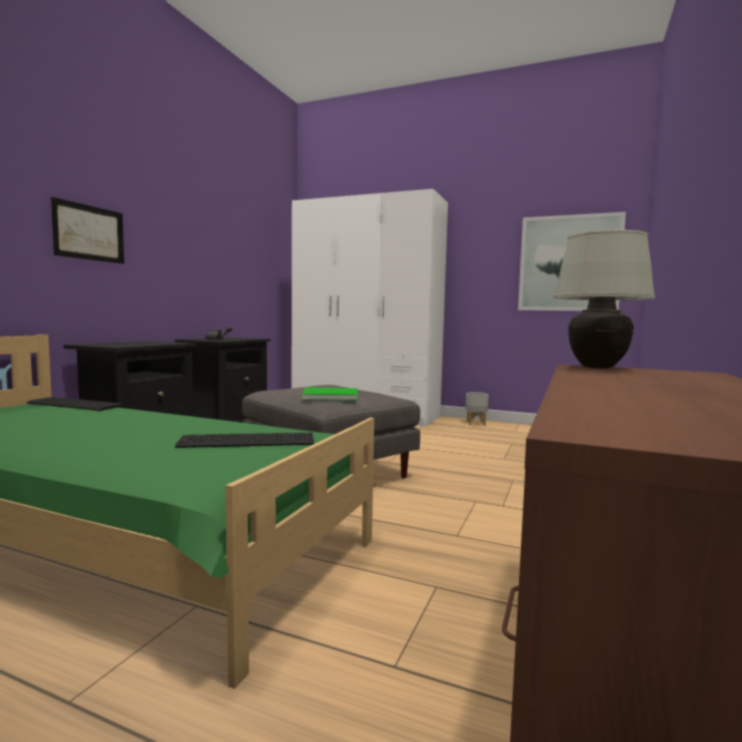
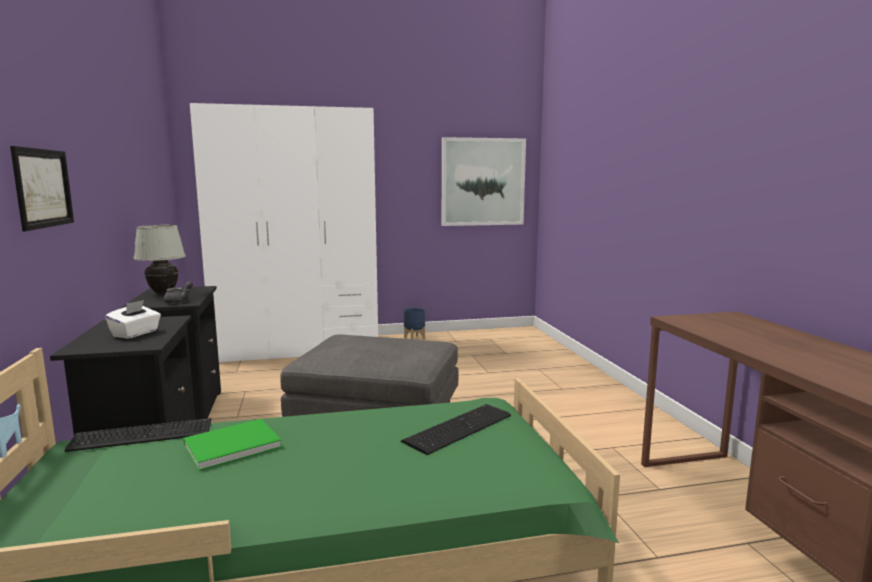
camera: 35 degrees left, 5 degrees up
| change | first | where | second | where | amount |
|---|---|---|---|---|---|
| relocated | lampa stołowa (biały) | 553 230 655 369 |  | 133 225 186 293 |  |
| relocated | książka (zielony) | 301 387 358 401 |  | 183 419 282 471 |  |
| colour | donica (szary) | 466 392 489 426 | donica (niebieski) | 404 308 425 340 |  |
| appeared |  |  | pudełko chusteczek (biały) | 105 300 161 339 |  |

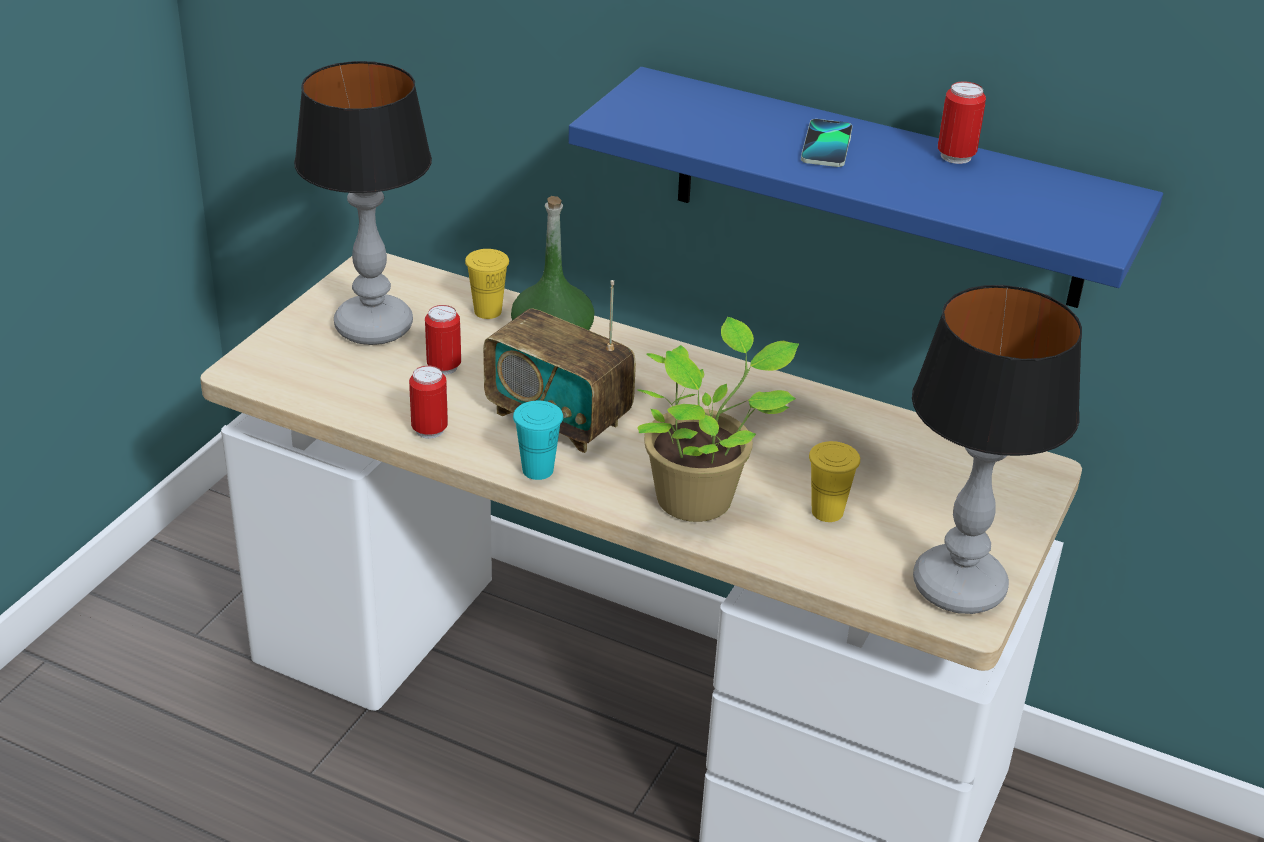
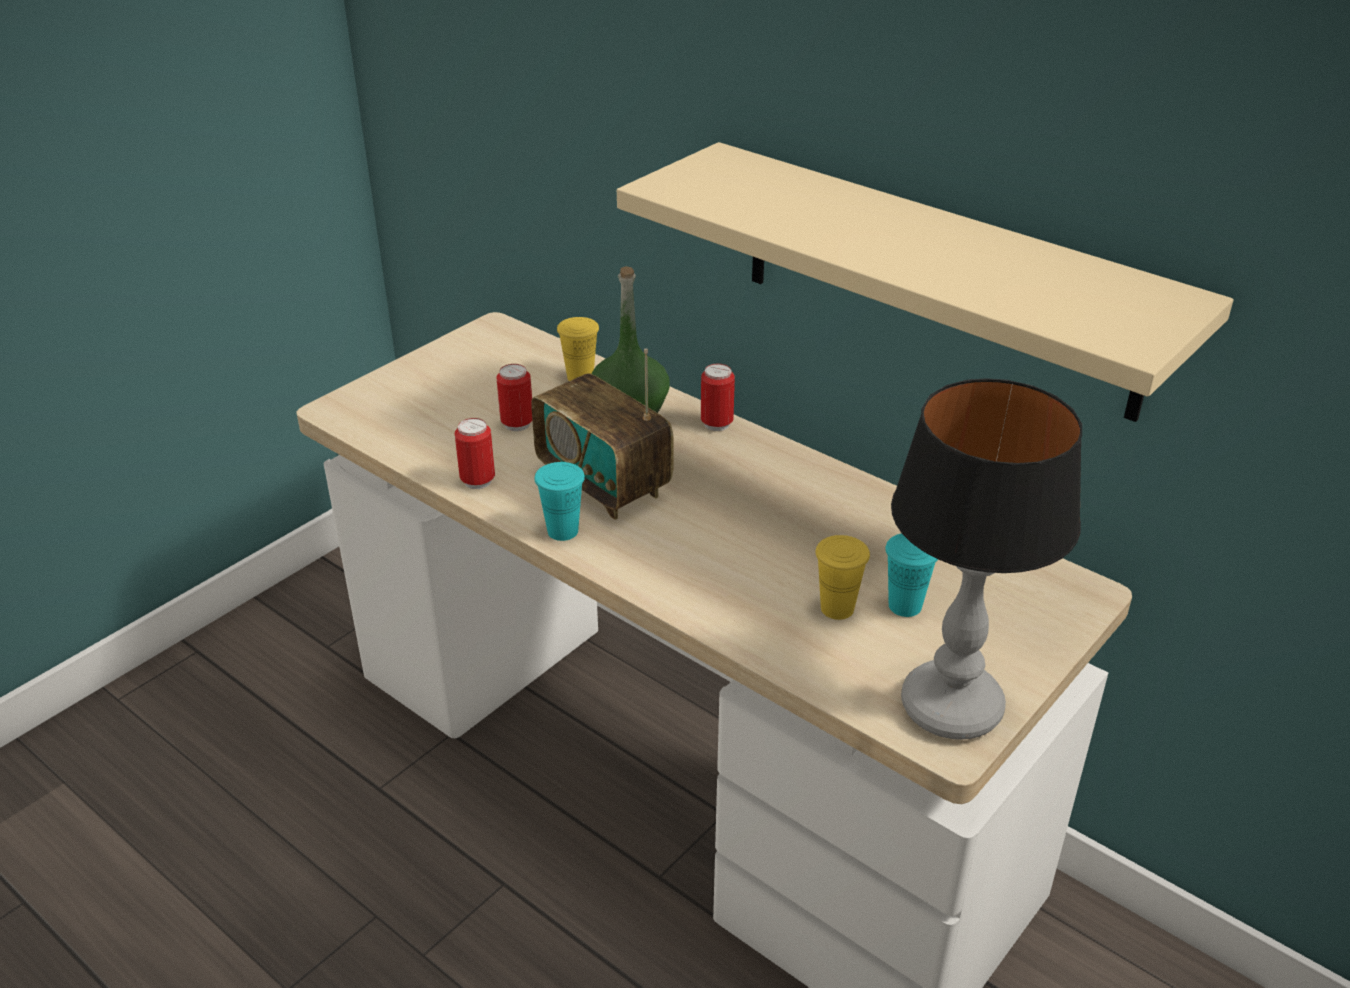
camera: 15 degrees right, 0 degrees up
| change | first | where | second | where | amount |
|---|---|---|---|---|---|
| missing | lampa stołowa | 294 61 432 345 |  |  |  |
| colour | półka (niebieski) | 569 67 1163 308 | półka (beżowy) | 617 142 1233 422 |  |
| relocated | puszka | 938 81 986 164 |  | 701 363 735 431 |  |
| missing | telefon | 801 119 852 167 |  |  |  |
| missing | roślina doniczkowa | 637 317 799 522 |  |  |  |
| appeared |  |  | filiżanka (turkusowy) | 885 533 938 617 |  |

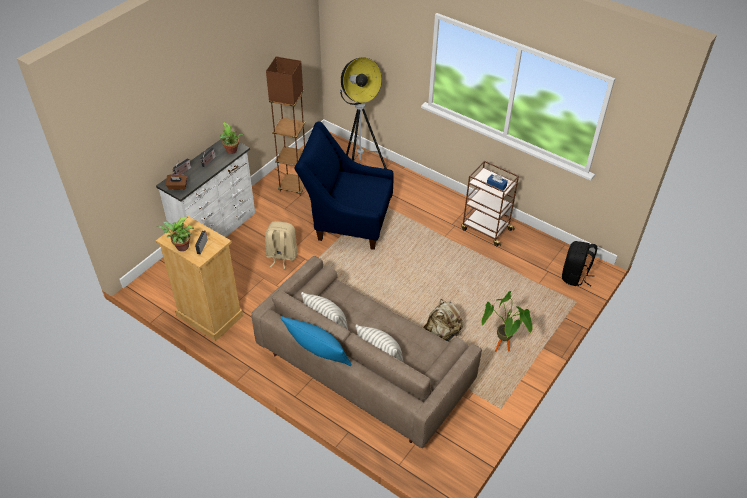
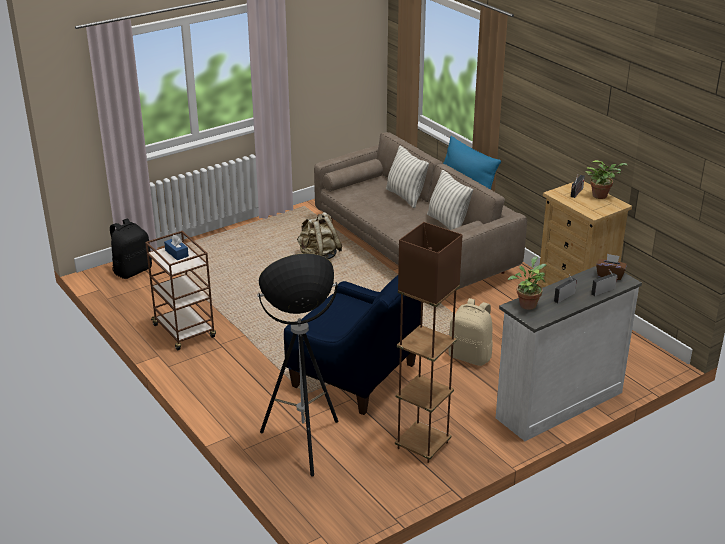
camera: 160 degrees left, 15 degrees down
| change | first | where | second | where | amount |
|---|---|---|---|---|---|
| missing | roślina doniczkowa | 482 291 533 352 |  |  |  |

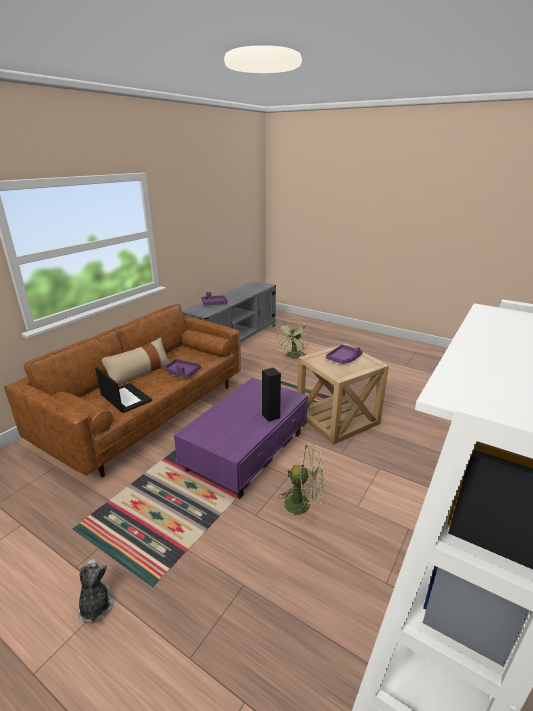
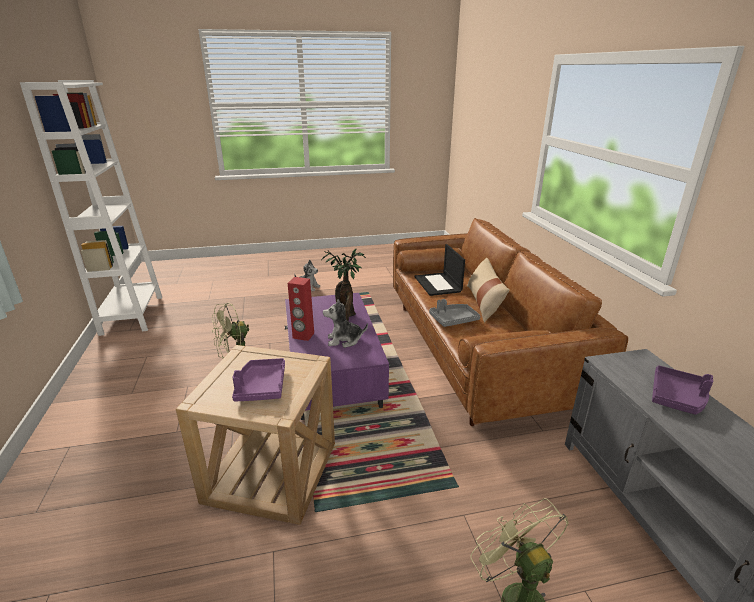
camera: 135 degrees right, 0 degrees up
| change | first | where | second | where | amount |
|---|---|---|---|---|---|
| colour | taca (fioletowy) | 165 359 201 378 | taca (szary) | 429 299 480 327 |  |
| spun | laptop | 95 367 152 413 |  | 415 244 465 296 | 75 degrees clockwise |
| colour | głośnik (czarny) | 262 367 281 422 | głośnik (czerwony) | 288 277 314 341 |  |
| appeared |  |  | roślina doniczkowa | 321 248 366 321 |  |
| appeared |  |  | pluszak | 323 299 368 348 |  |

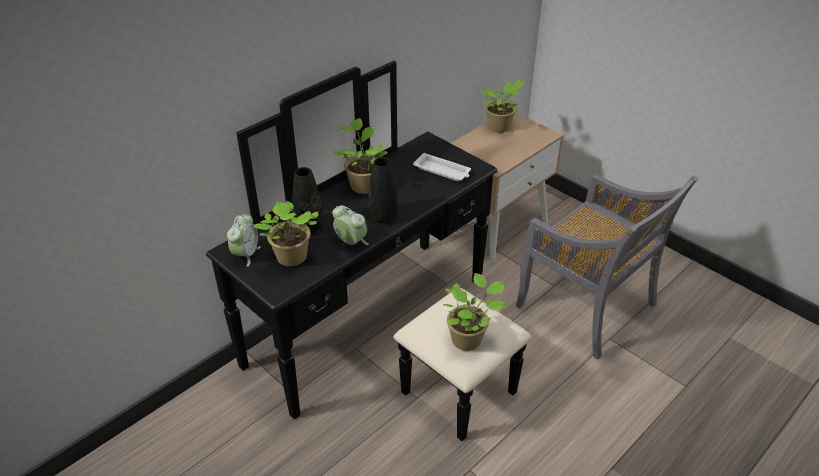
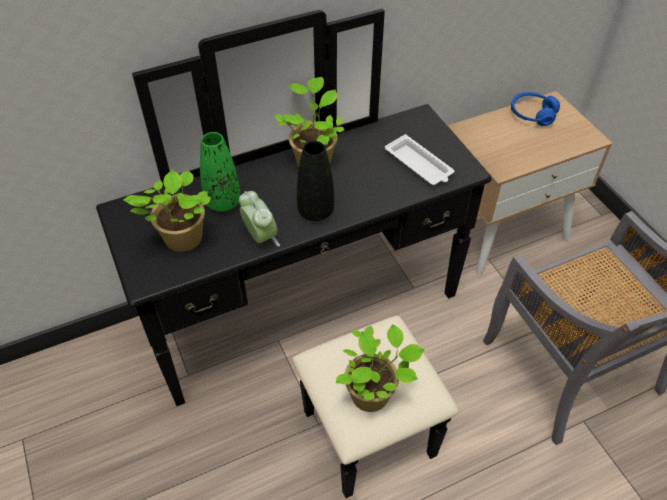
camera: 20 degrees right, 10 degrees up
| change | first | where | second | where | amount |
|---|---|---|---|---|---|
| exchanged | roślina doniczkowa | 480 80 524 133 | słuchawki (niebieski) | 511 92 560 126 |  |
| colour | wazon (czarny) | 292 167 324 233 | wazon (zielony) | 200 132 241 212 |  |
| missing | budzik | 227 214 261 267 |  |  |  |

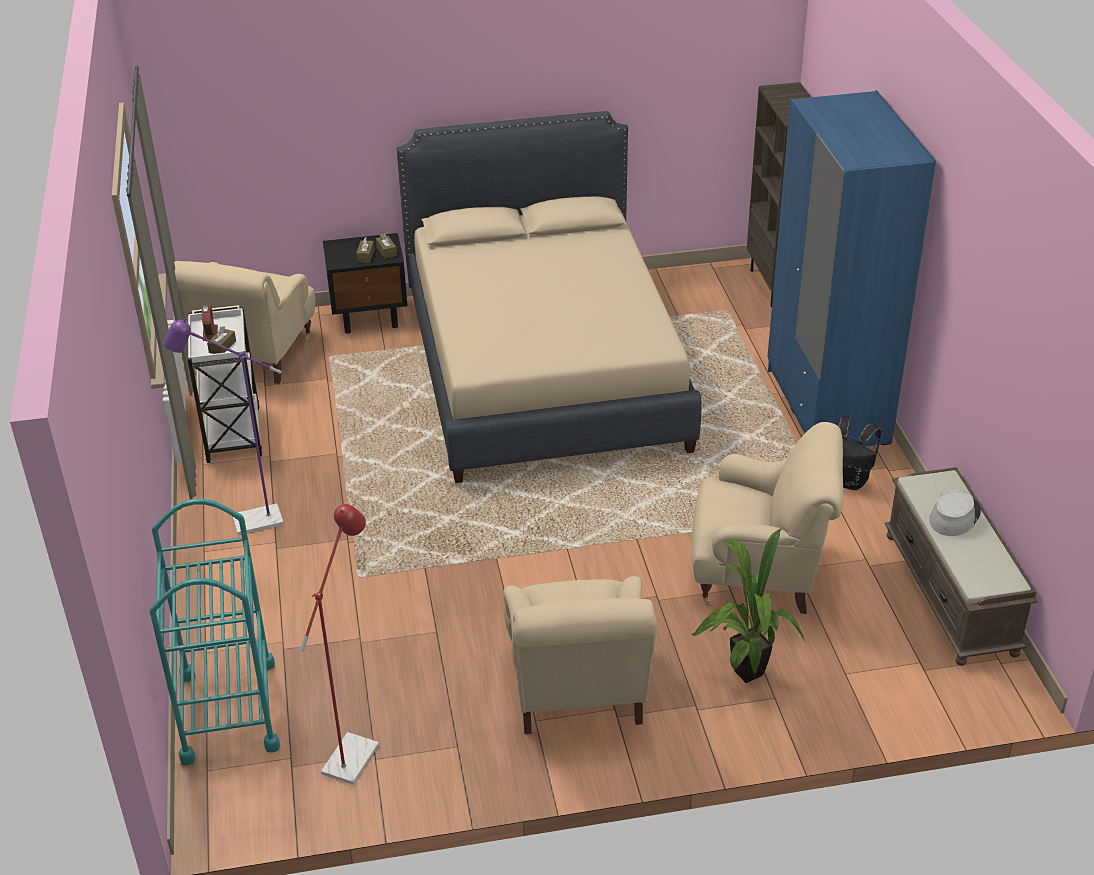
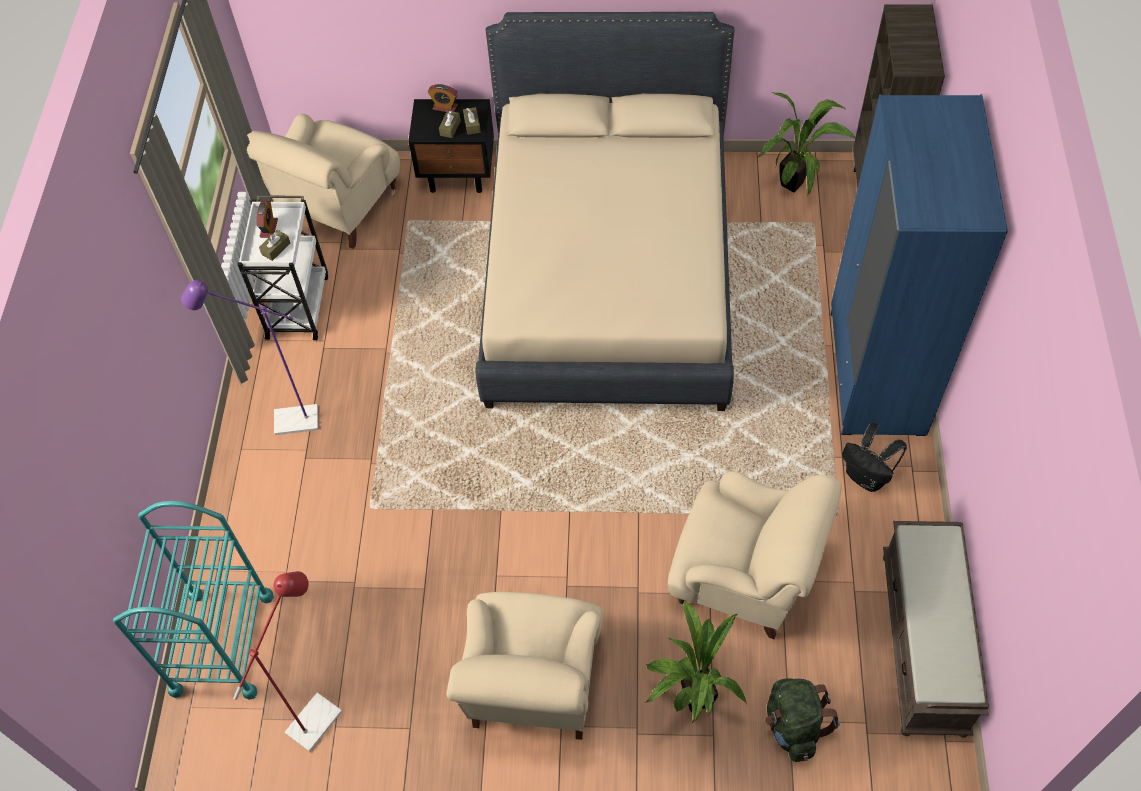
camera: 15 degrees right, 20 degrees up
| change | first | where | second | where | amount |
|---|---|---|---|---|---|
| missing | kapelusz (szary) | 929 490 981 536 |  |  |  |
| appeared |  |  | budzik | 428 84 458 112 |  |
| appeared |  |  | roślina doniczkowa | 757 92 856 195 |  |
| appeared |  |  | plecak (zielony) | 765 678 840 762 |  |

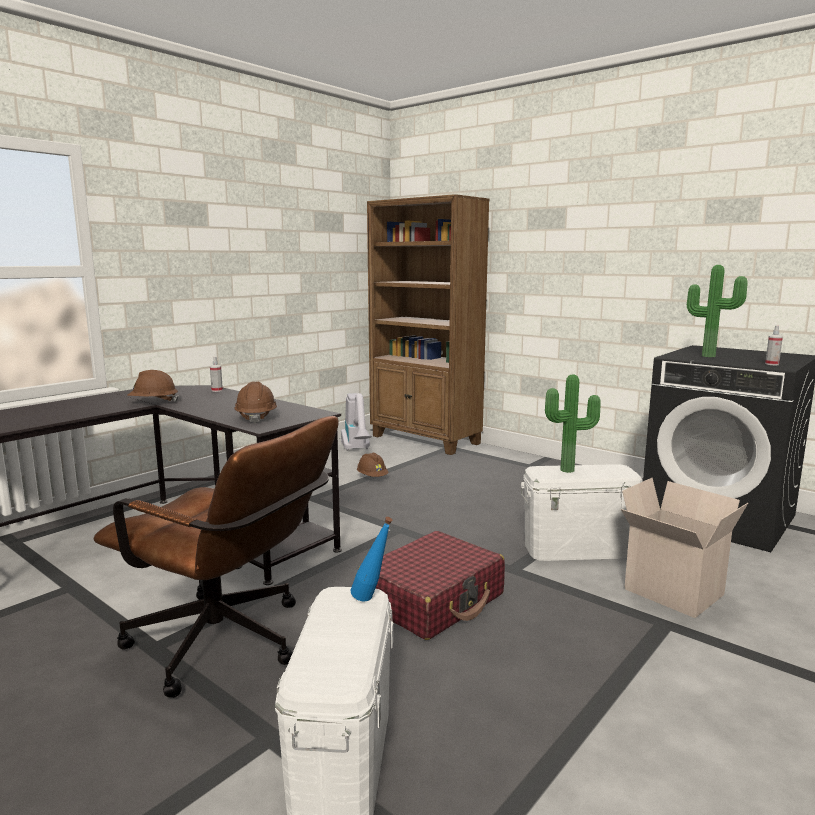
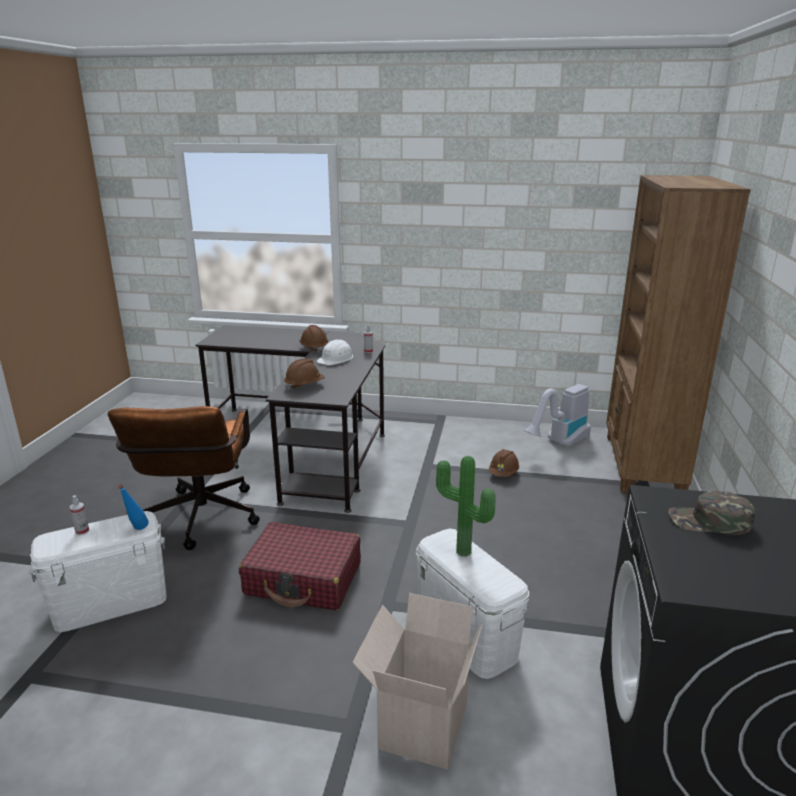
camera: 60 degrees right, 10 degrees up
| change | first | where | second | where | amount |
|---|---|---|---|---|---|
| exchanged | roślina doniczkowa | 687 265 748 357 | czapka z daszkiem (zielony) | 668 491 755 535 |  |
| relocated | spryskiwacz | 765 325 783 365 |  | 70 495 89 535 |  |
| appeared |  |  | kask (biały) | 317 339 353 365 |  |

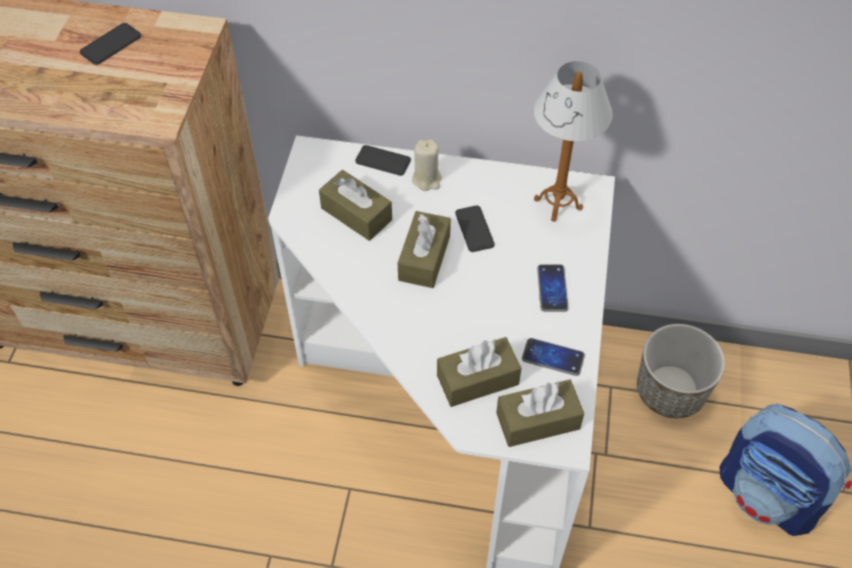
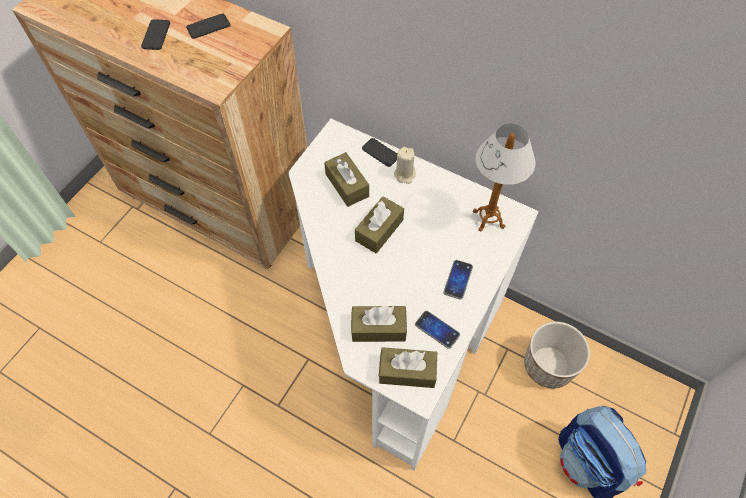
camera: 20 degrees right, 5 degrees up
| change | first | where | second | where | amount |
|---|---|---|---|---|---|
| relocated | telefon | 455 205 495 252 |  | 141 19 170 50 |  |

